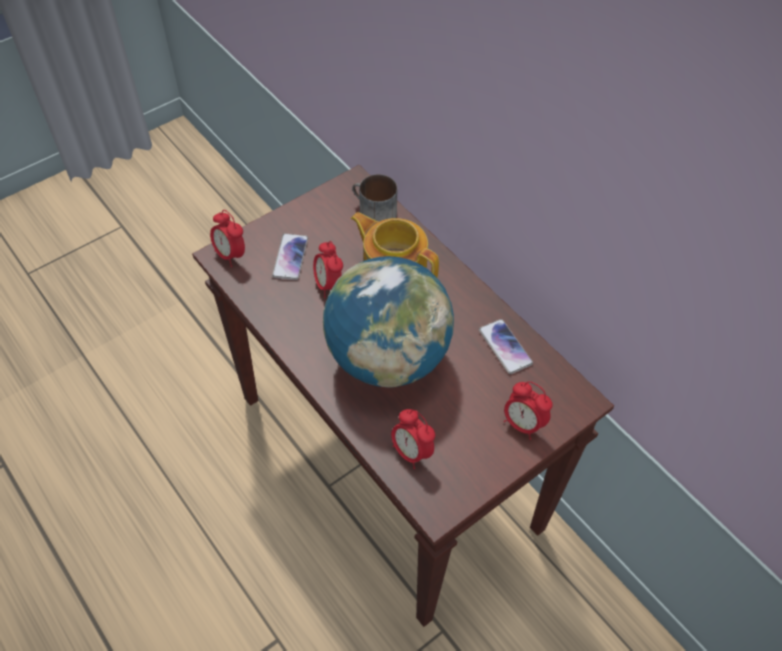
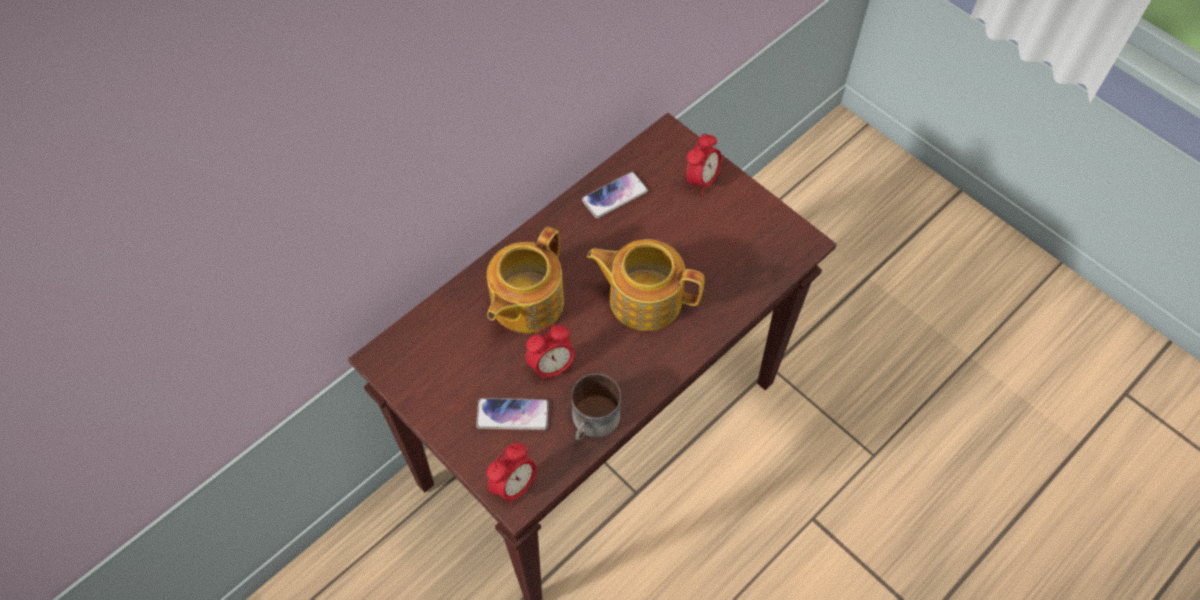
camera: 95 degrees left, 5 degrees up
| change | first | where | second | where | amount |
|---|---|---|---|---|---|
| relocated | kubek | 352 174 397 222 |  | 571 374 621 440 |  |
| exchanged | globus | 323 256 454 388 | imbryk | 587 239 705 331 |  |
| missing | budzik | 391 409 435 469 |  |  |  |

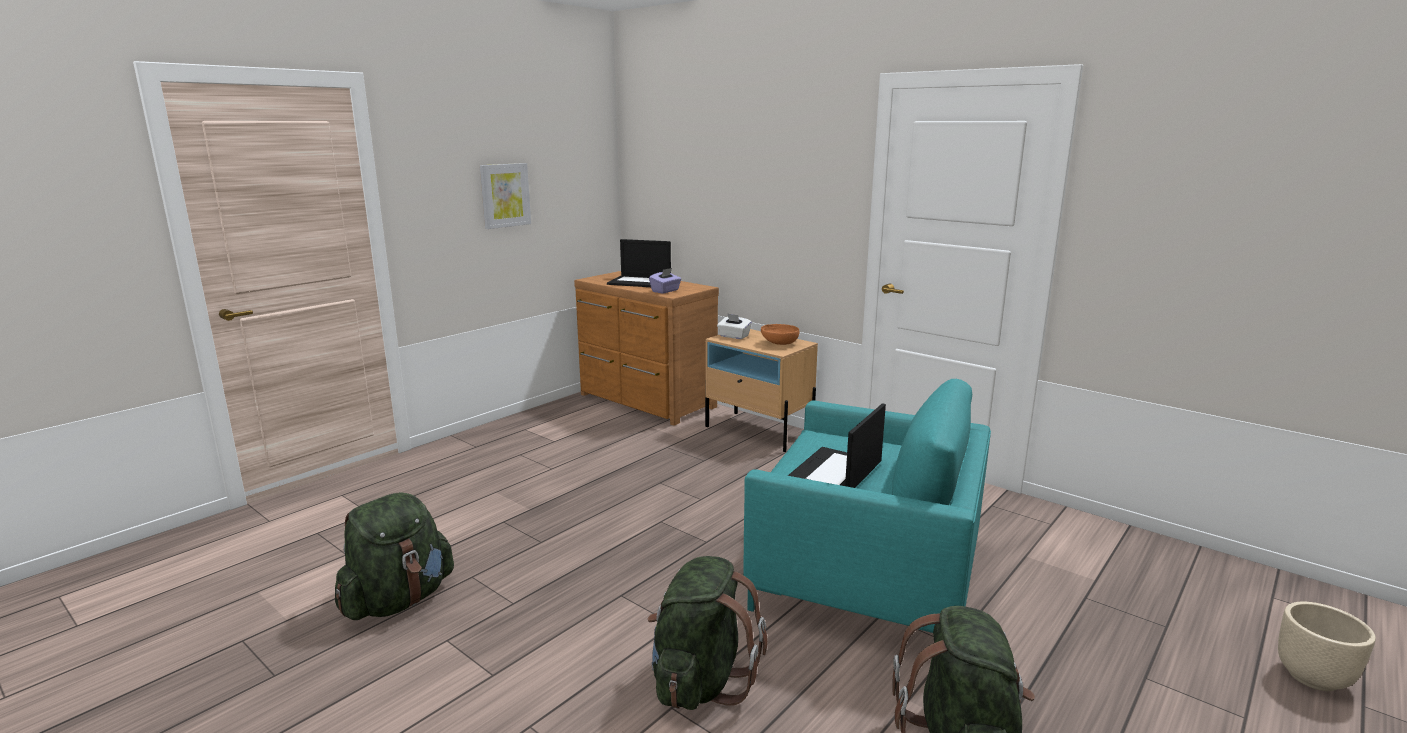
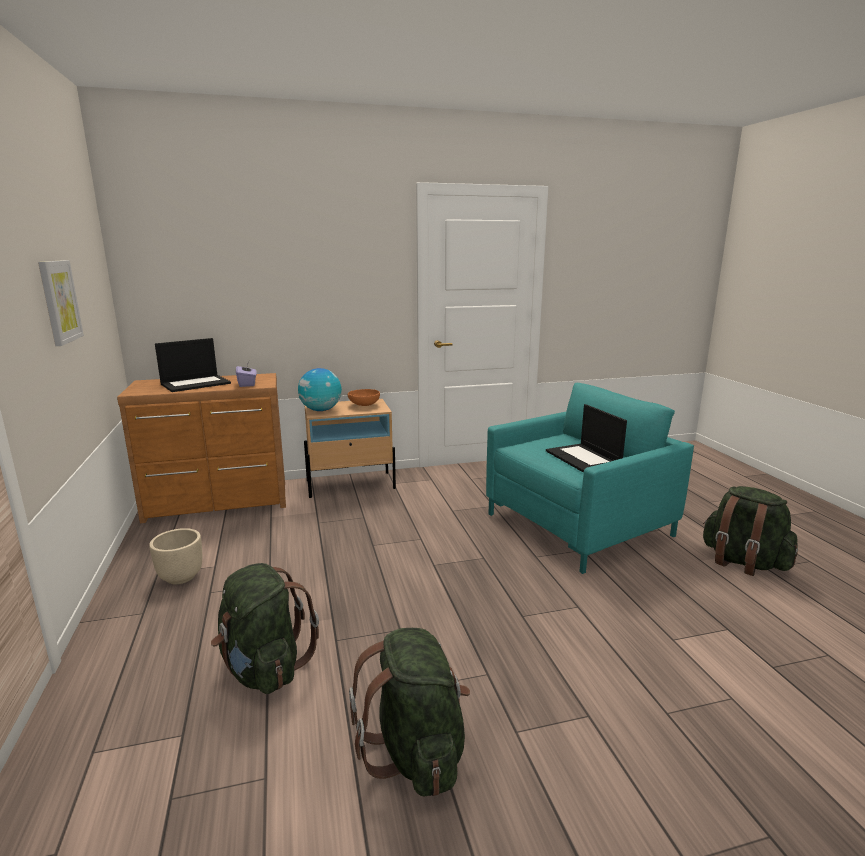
camera: 55 degrees left, 0 degrees up
| change | first | where | second | where | amount |
|---|---|---|---|---|---|
| exchanged | pudełko chusteczek (biały) | 717 313 752 339 | globus | 298 368 342 411 |  |
| relocated | plecak (zielony) | 648 556 768 710 |  | 211 563 319 694 |  |
| relocated | donica (beżowy) | 1278 602 1376 691 |  | 149 528 202 584 |  |

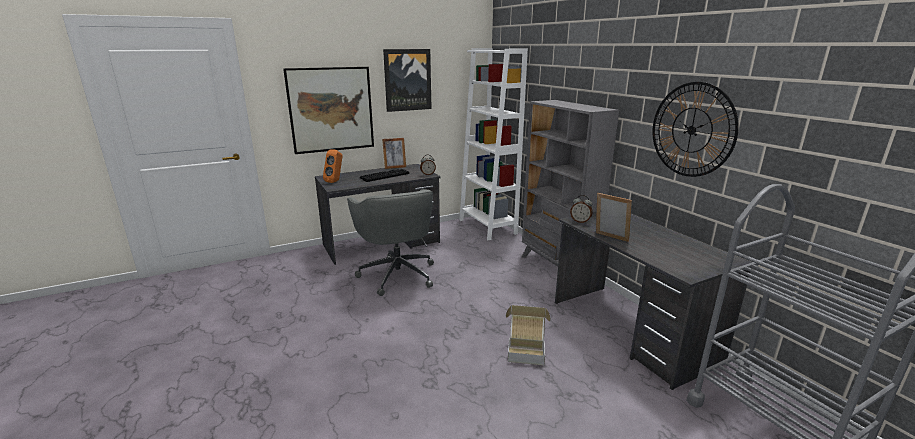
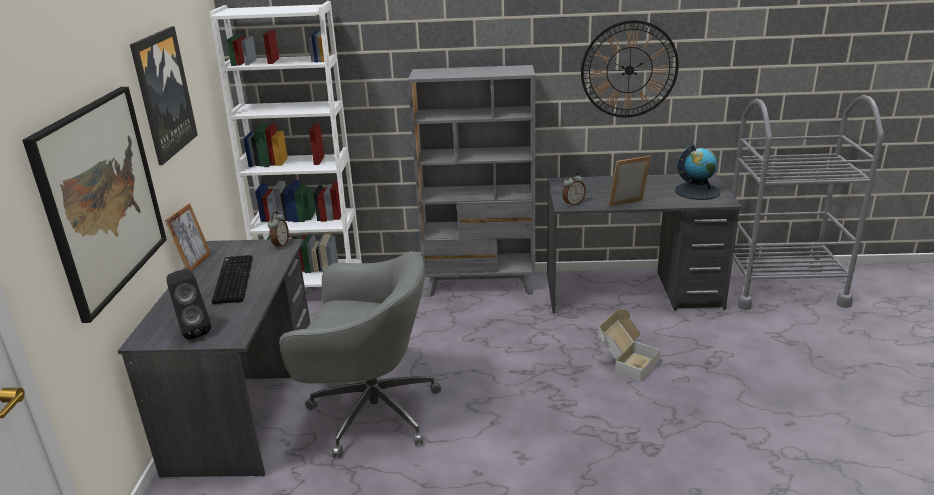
camera: 60 degrees left, 5 degrees up
| change | first | where | second | where | amount |
|---|---|---|---|---|---|
| colour | głośnik (pomarańczowy) | 323 149 343 183 | głośnik (czarny) | 167 269 211 340 |  |
| appeared |  |  | globus | 675 145 721 200 |  |

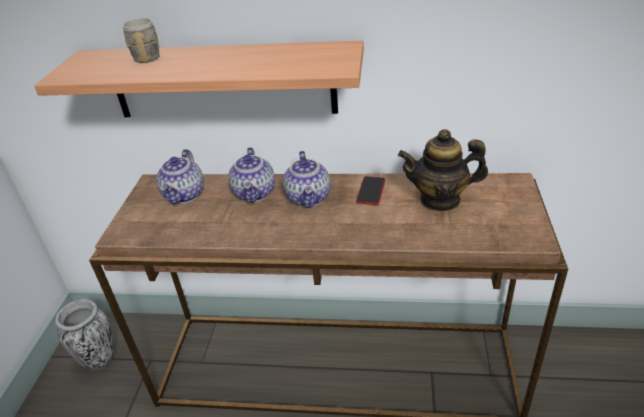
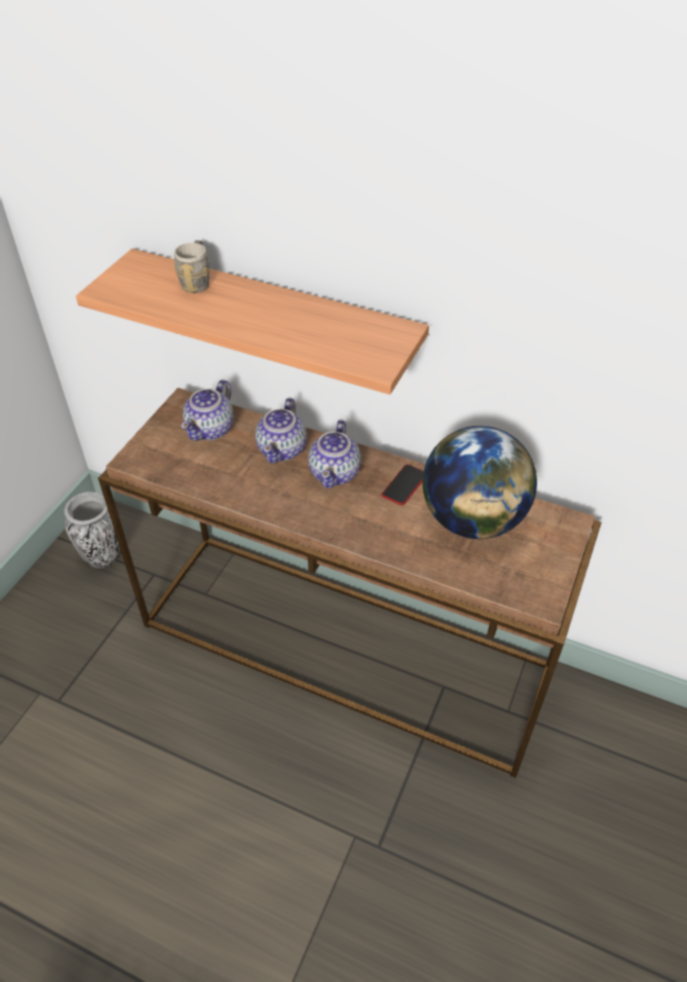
camera: 15 degrees right, 10 degrees up
| change | first | where | second | where | amount |
|---|---|---|---|---|---|
| exchanged | imbryk | 398 129 488 212 | globus | 422 426 537 539 |  |

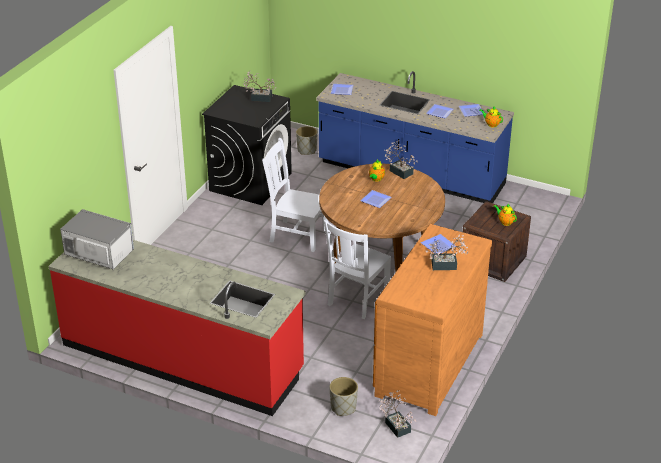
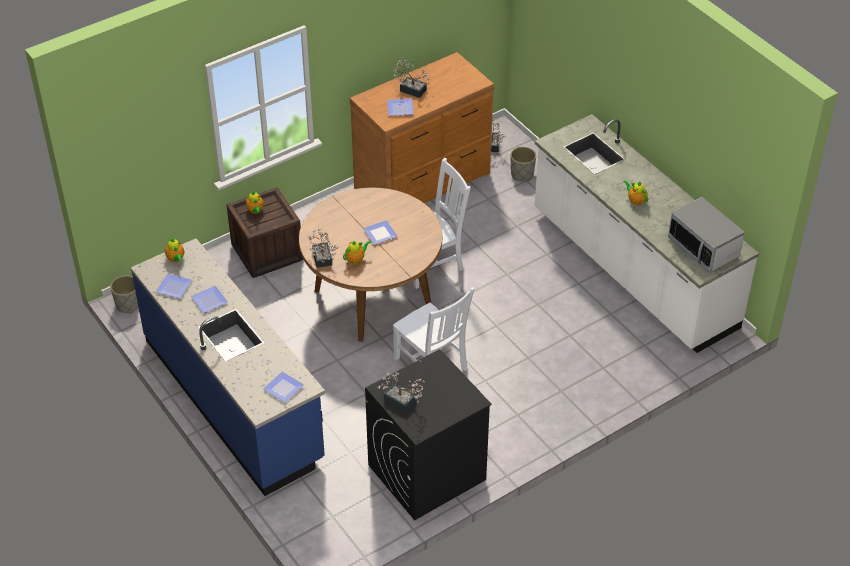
camera: 150 degrees left, 10 degrees up
| change | first | where | second | where | amount |
|---|---|---|---|---|---|
| relocated | donica (szary) | 296 126 318 155 |  | 110 275 139 313 |  |
| colour | zabudowa kuchenna (czerwony) | 48 240 305 416 | zabudowa kuchenna (biały) | 535 114 759 353 |  |
| appeared |  |  | imbryk | 623 180 648 205 |  |

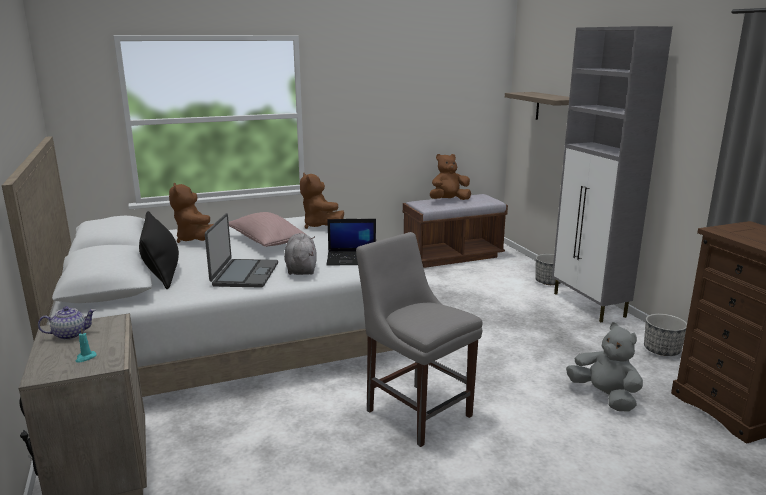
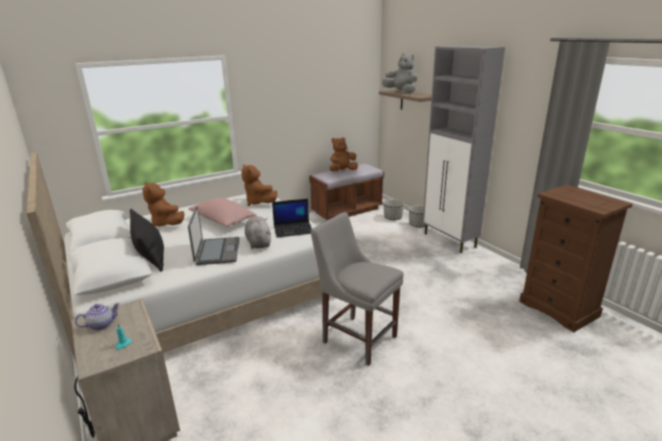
camera: 10 degrees left, 5 degrees up
| change | first | where | second | where | amount |
|---|---|---|---|---|---|
| relocated | donica | 644 314 687 356 |  | 383 199 404 220 |  |
| relocated | pluszak (szary) | 566 322 643 412 |  | 382 53 418 93 |  |

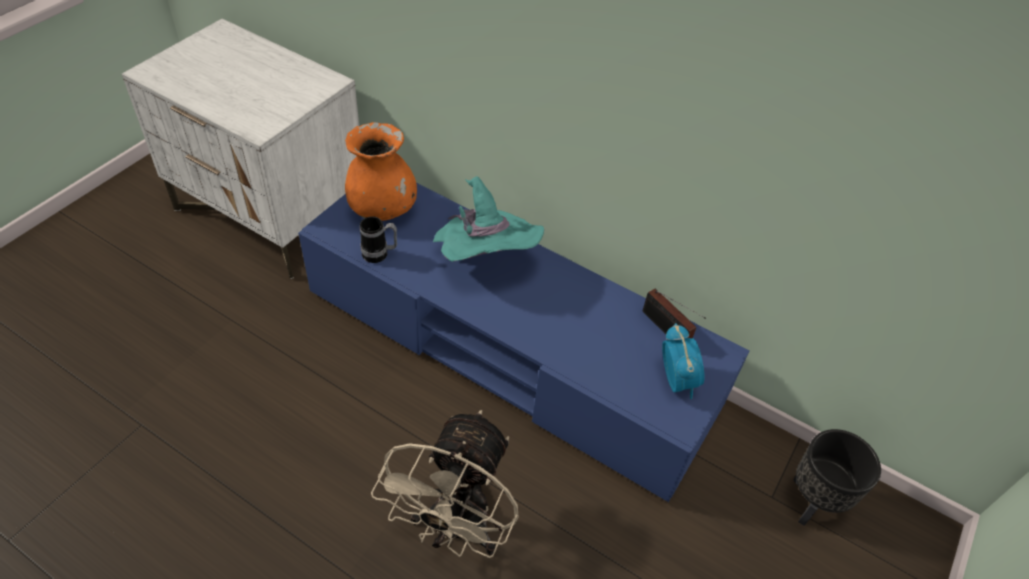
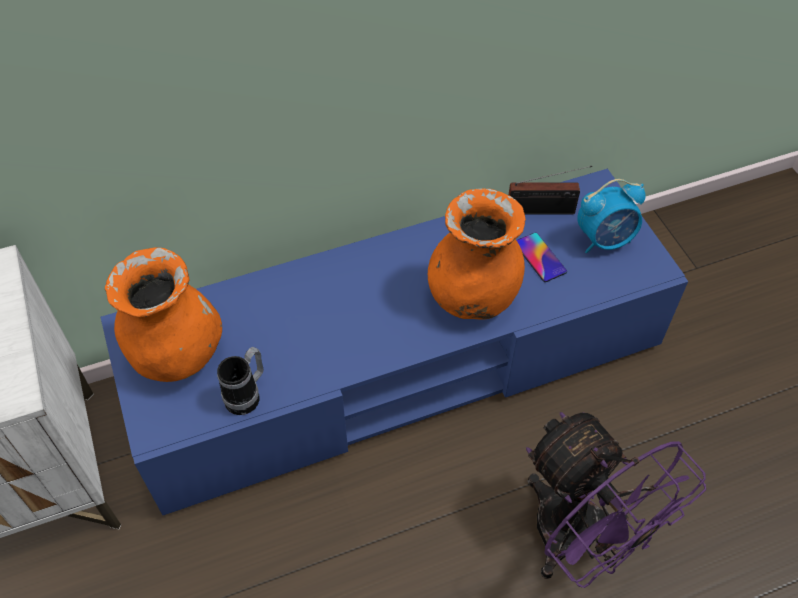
camera: 50 degrees left, 5 degrees up
| change | first | where | second | where | amount |
|---|---|---|---|---|---|
| missing | kapelusz (turkusowy) | 433 176 544 262 |  |  |  |
| spun | budzik | 662 323 705 399 |  | 577 179 646 253 | 135 degrees clockwise |
| colour | wentylator (beżowy) | 371 410 519 558 | wentylator (fioletowy) | 526 412 706 588 |  |
| missing | donica (czarny) | 793 429 881 526 |  |  |  |
| appeared |  |  | wazon (pomarańczowy) | 428 188 526 320 |  |
| appeared |  |  | telefon | 516 233 567 282 |  |

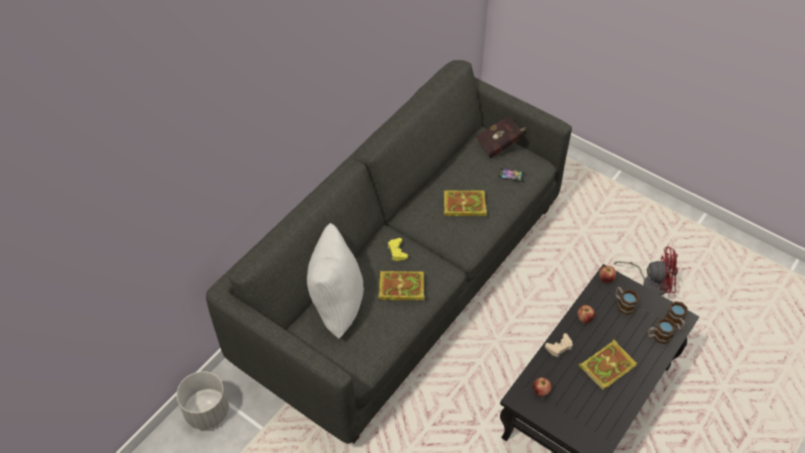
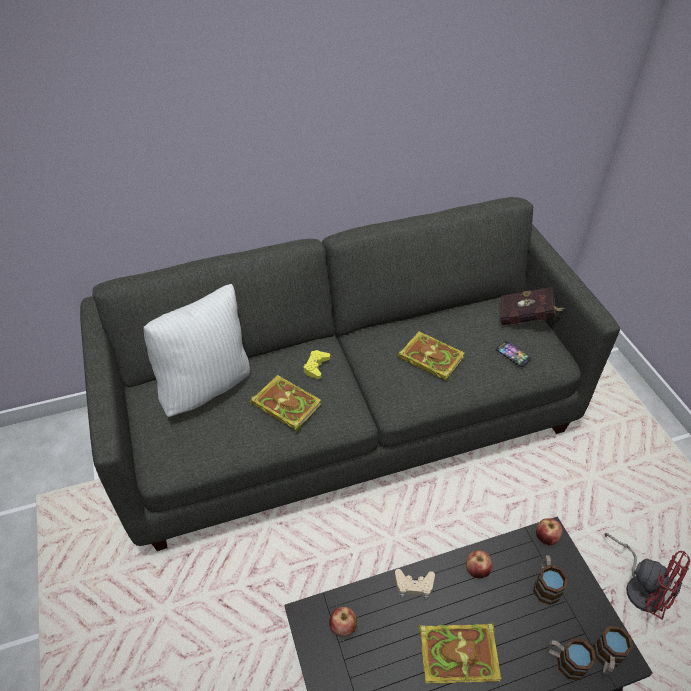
camera: 35 degrees right, 5 degrees down
| change | first | where | second | where | amount |
|---|---|---|---|---|---|
| missing | donica (szary) | 177 371 229 430 |  |  |  |

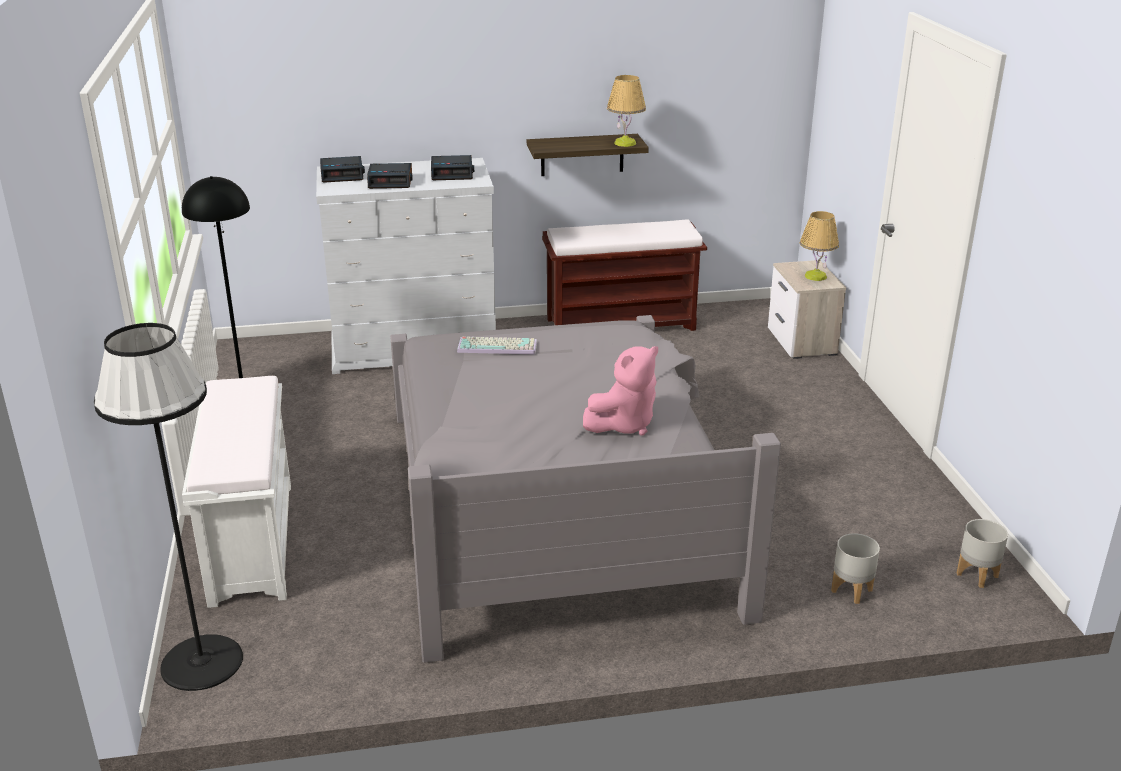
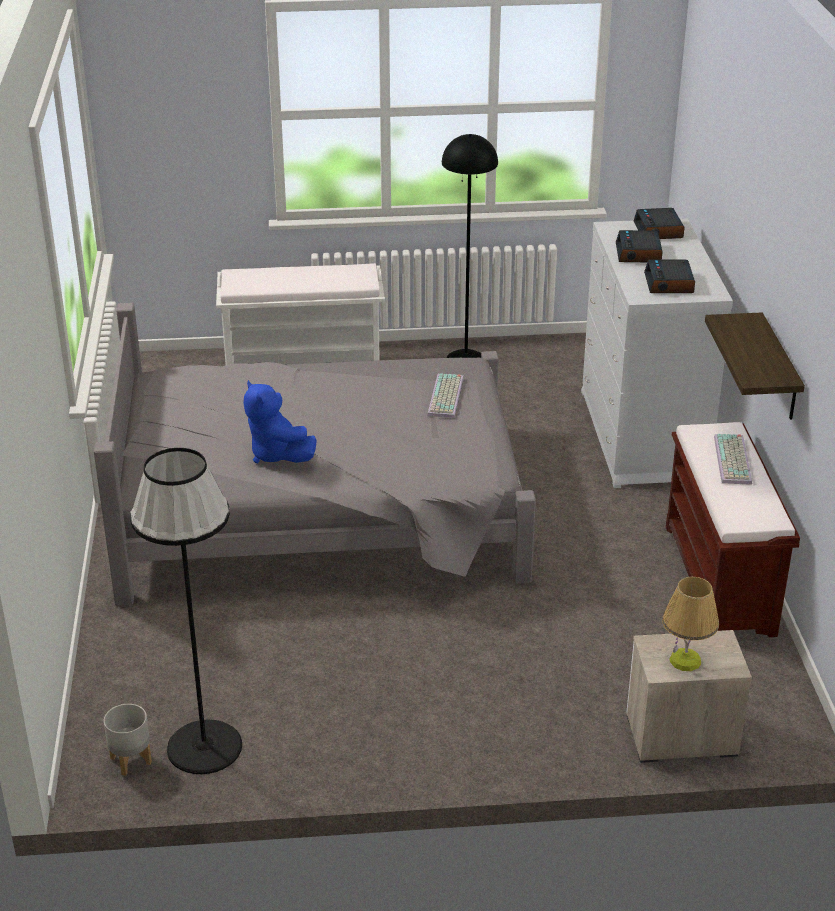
camera: 95 degrees right, 5 degrees up
| change | first | where | second | where | amount |
|---|---|---|---|---|---|
| missing | lampa stołowa | 607 75 646 147 |  |  |  |
| relocated | lampa stojąca (czarny) | 94 323 243 691 |  | 130 448 242 774 |  |
| colour | pluszak (różowy) | 583 346 658 436 | pluszak (niebieski) | 244 380 317 463 |  |
| missing | donica (szary) | 831 533 880 604 |  |  |  |
| appeared |  |  | klawiatura | 714 434 752 485 |  |

